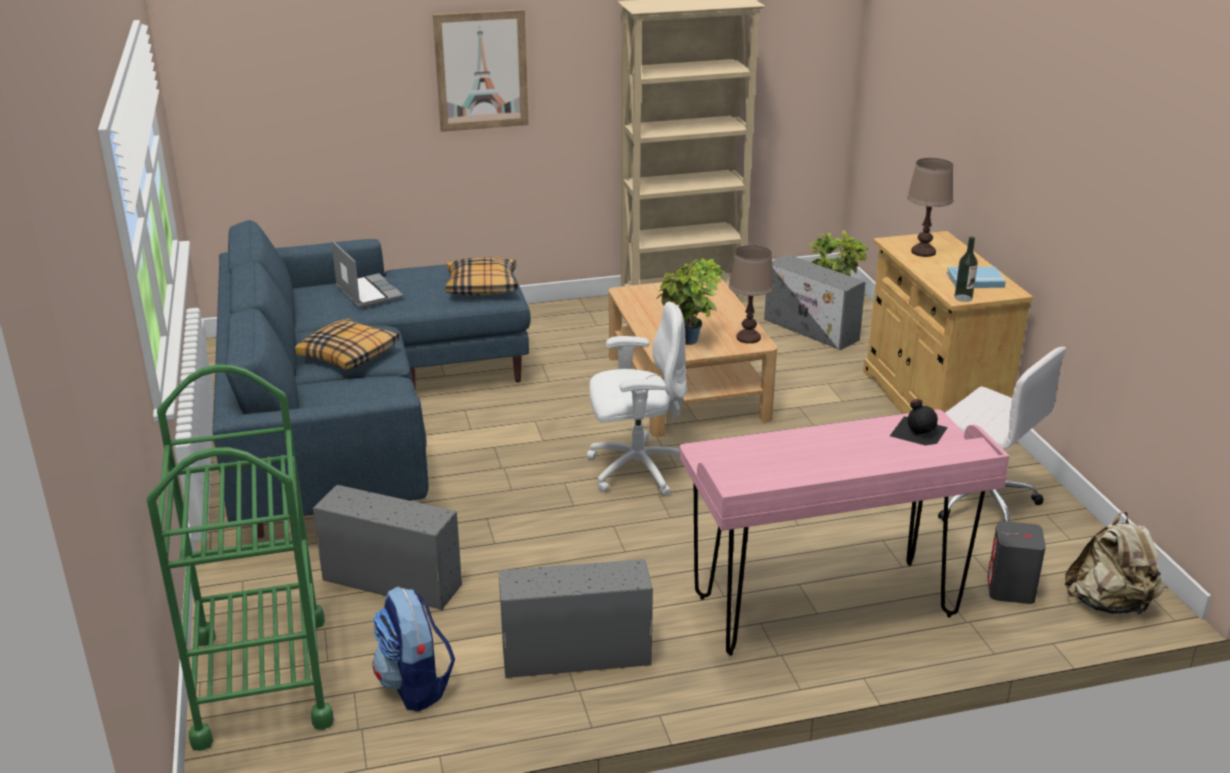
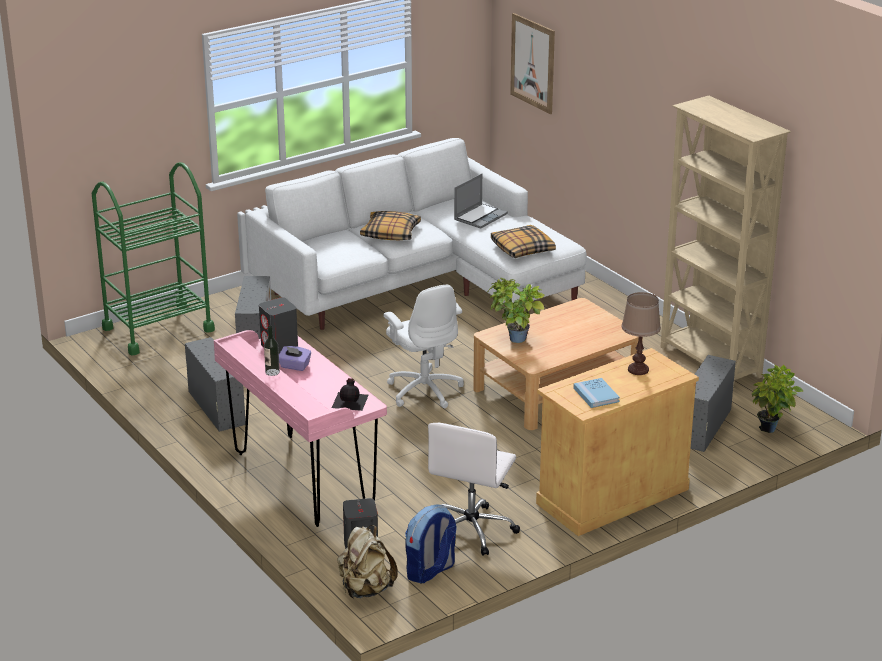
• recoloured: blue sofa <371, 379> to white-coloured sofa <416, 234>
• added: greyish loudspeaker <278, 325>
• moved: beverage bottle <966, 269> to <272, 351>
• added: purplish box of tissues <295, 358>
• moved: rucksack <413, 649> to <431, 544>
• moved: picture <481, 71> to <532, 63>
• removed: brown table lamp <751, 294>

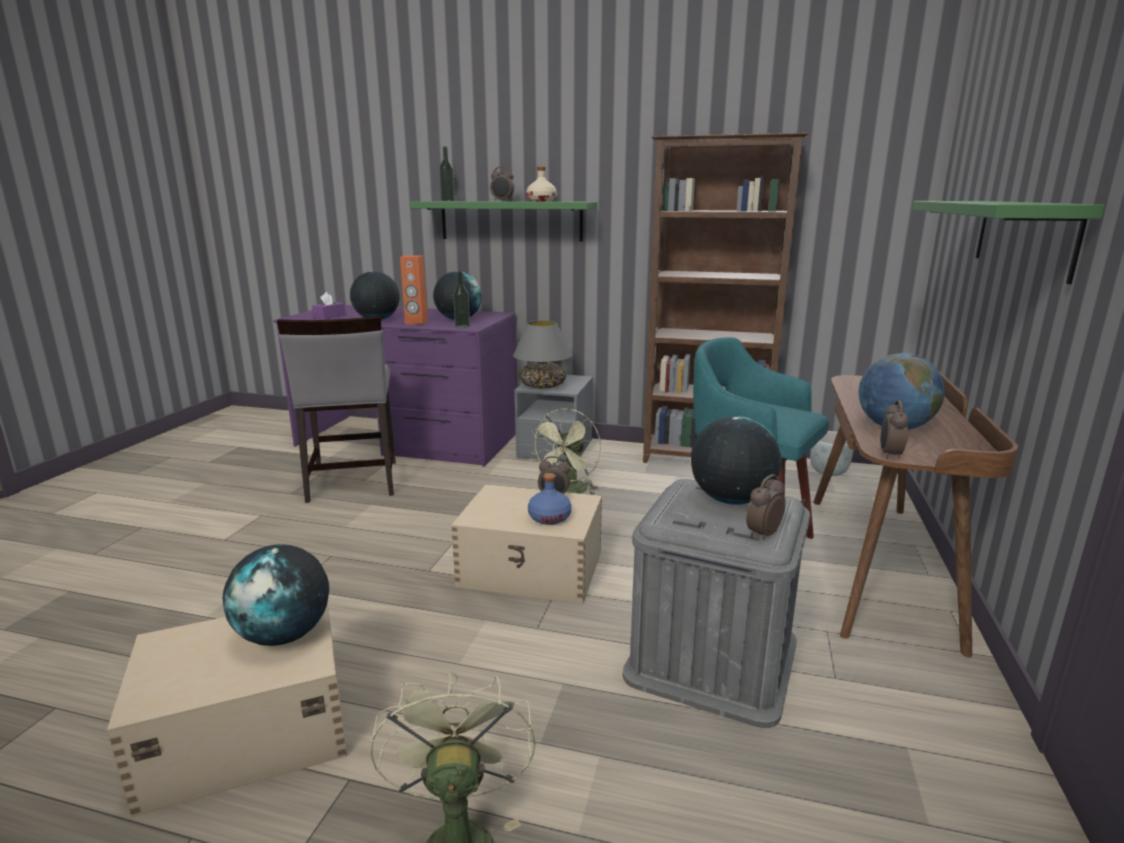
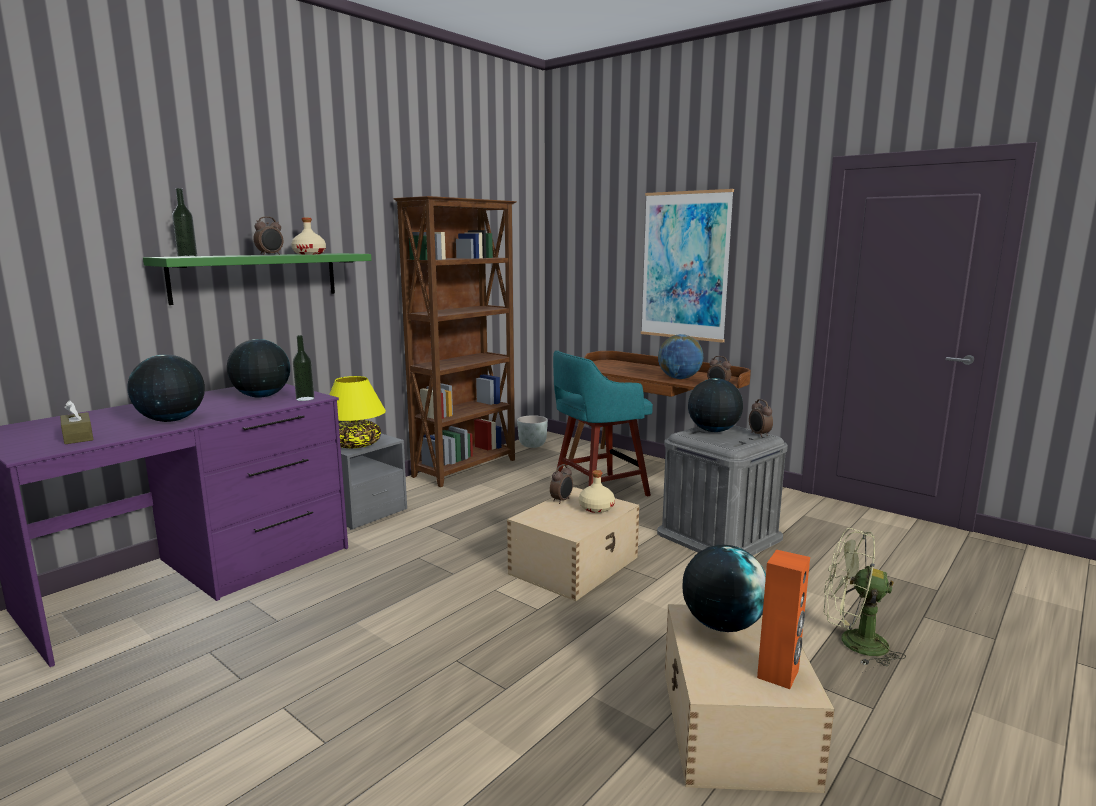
• recoloured: purplish box of tissues <329, 305> to brown box of tissues <77, 422>
• recoloured: greyish table lamp <542, 354> to yellowish table lamp <357, 412>
• recoloured: blue beverage bottle <550, 499> to sand-coloured beverage bottle <597, 491>
• replaced: greenish shelf <1008, 242> to picture <687, 266>
• moved: orange loudspeaker <414, 290> to <783, 619>
• removed: greyish upright chair <336, 409>
• removed: greenish electric fan <565, 451>

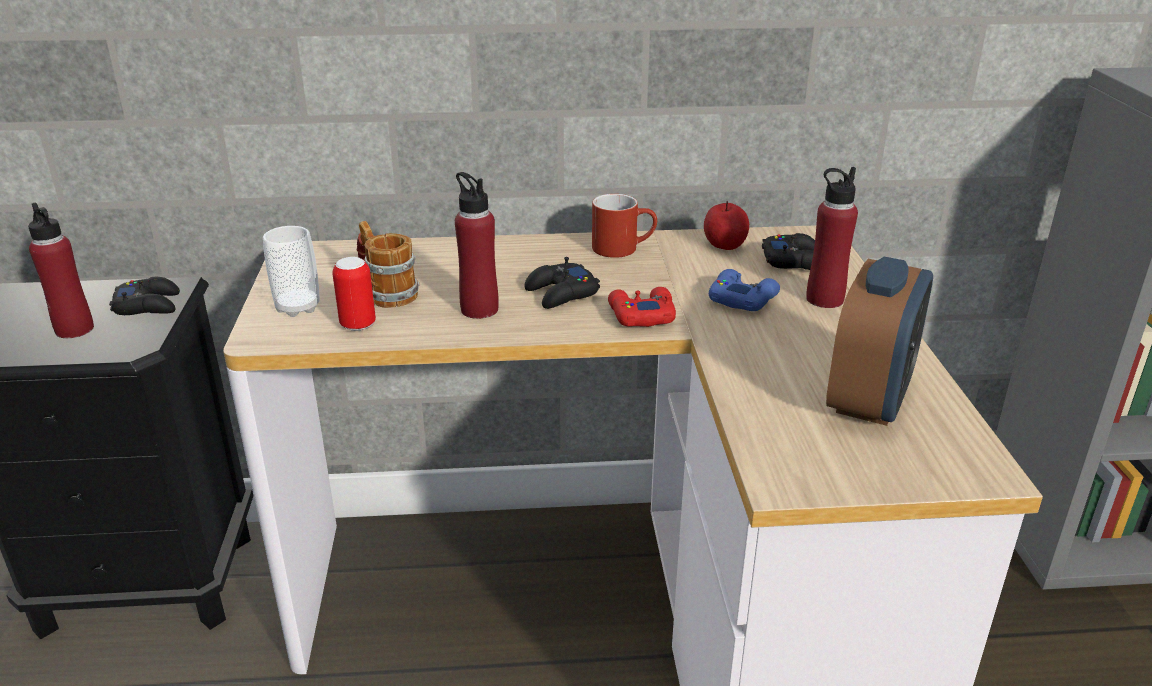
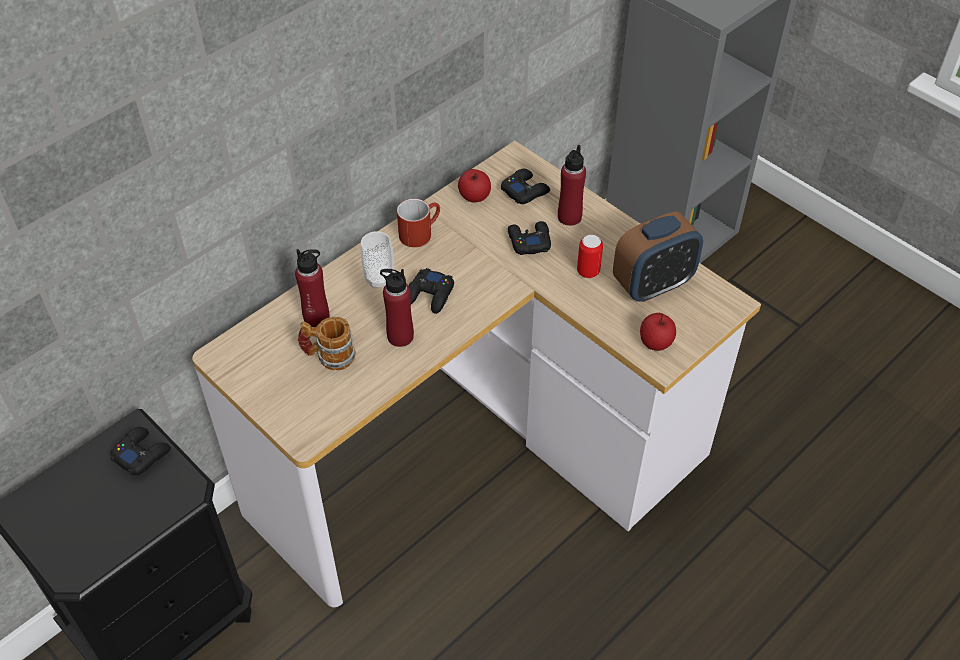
• moved: reddish beverage bottle <61, 270> to <312, 288>
• moved: drinking cup <291, 271> to <377, 260>
• recoloured: blue gamepad <744, 290> to black gamepad <529, 238>
• moved: can <354, 294> to <590, 256>
• turned: table clock <879, 341> = <658, 256> 75 degrees clockwise
• added: whole apple <658, 332>
• removed: reddish gamepad <642, 307>

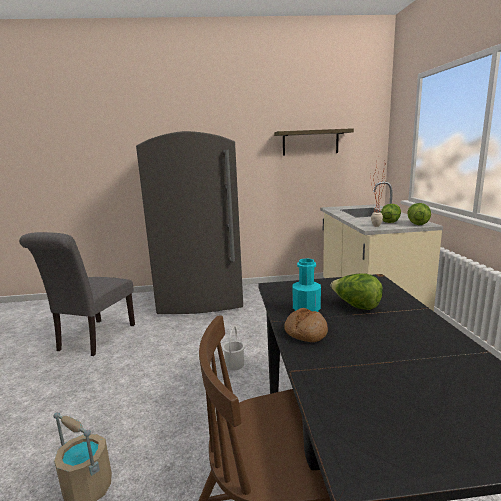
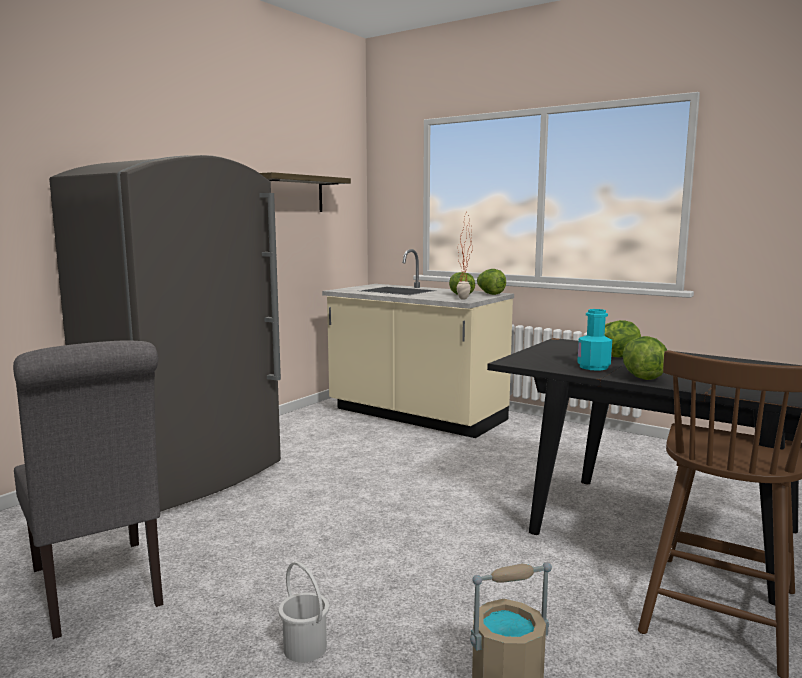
• moved: white-coloured bucket <233, 348> to <303, 612>
• replaced: baked bread <306, 325> to head of lettuce <645, 358>

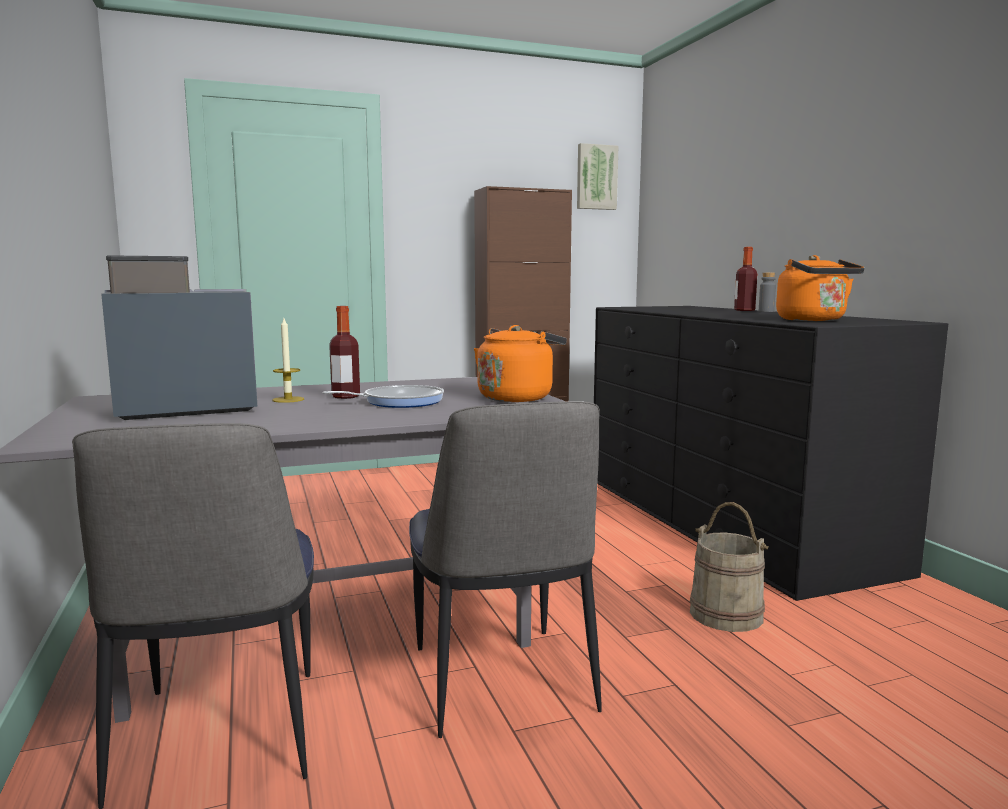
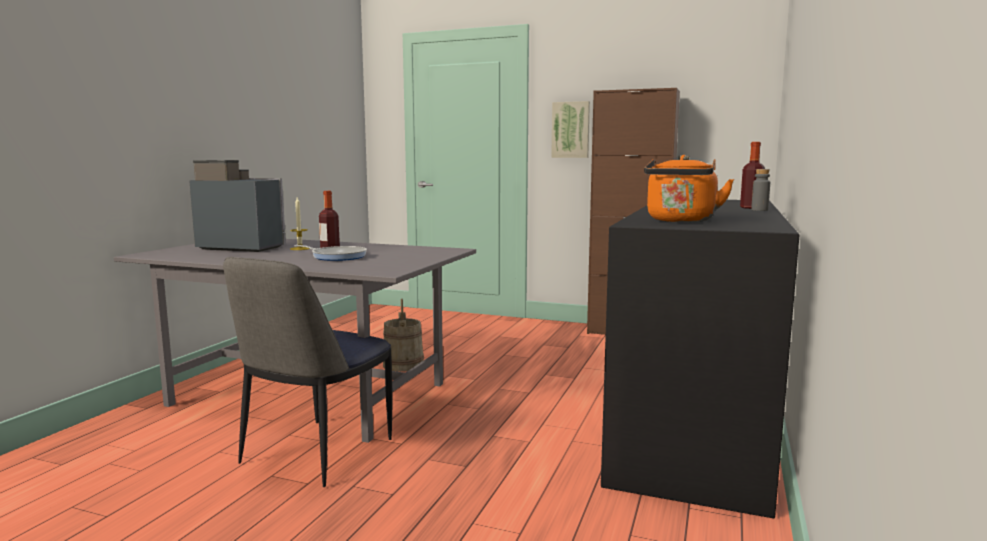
• moved: sand-coloured bucket <729, 567> to <403, 335>
• moved: picture <597, 176> to <570, 129>
• removed: upright chair <193, 616>
• removed: orange kettle <520, 363>

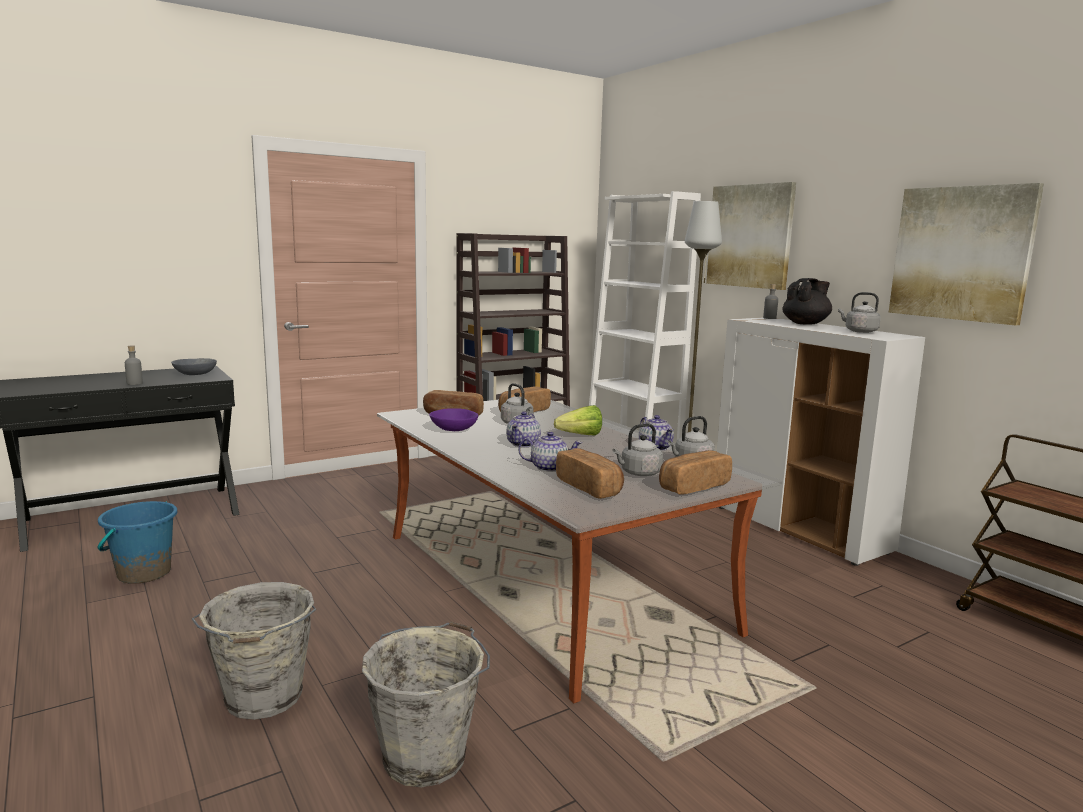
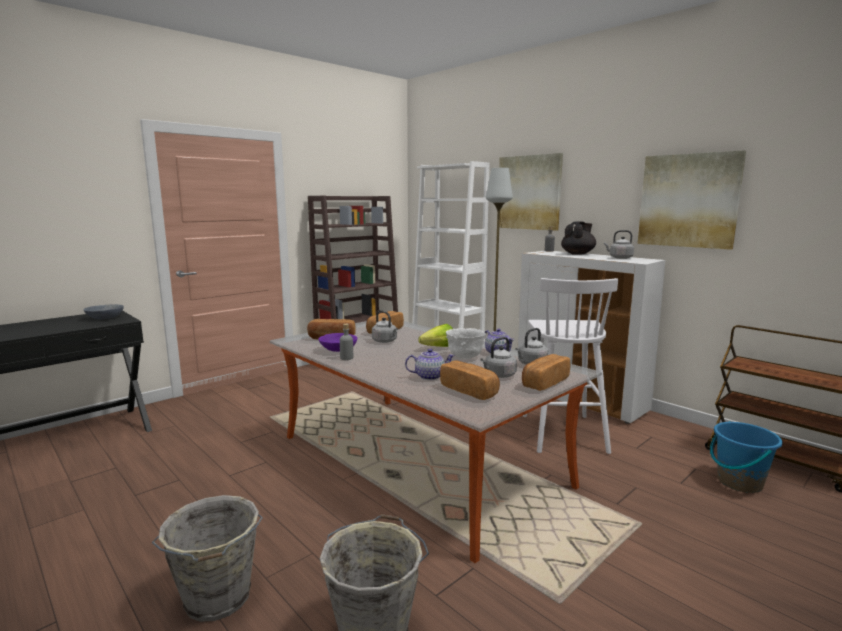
• moved: greyish beverage bottle <134, 365> to <346, 342>
• added: white-coloured bowl <466, 343>
• added: white-coloured stool seat <570, 366>
• moved: blue bucket <137, 542> to <746, 457>
• removed: tea pot <523, 429>

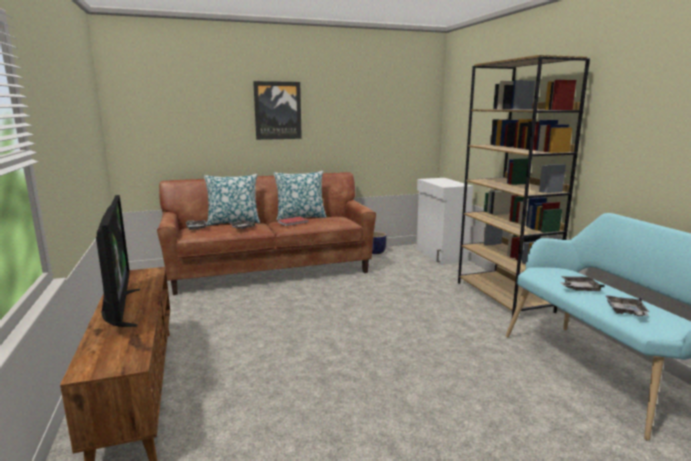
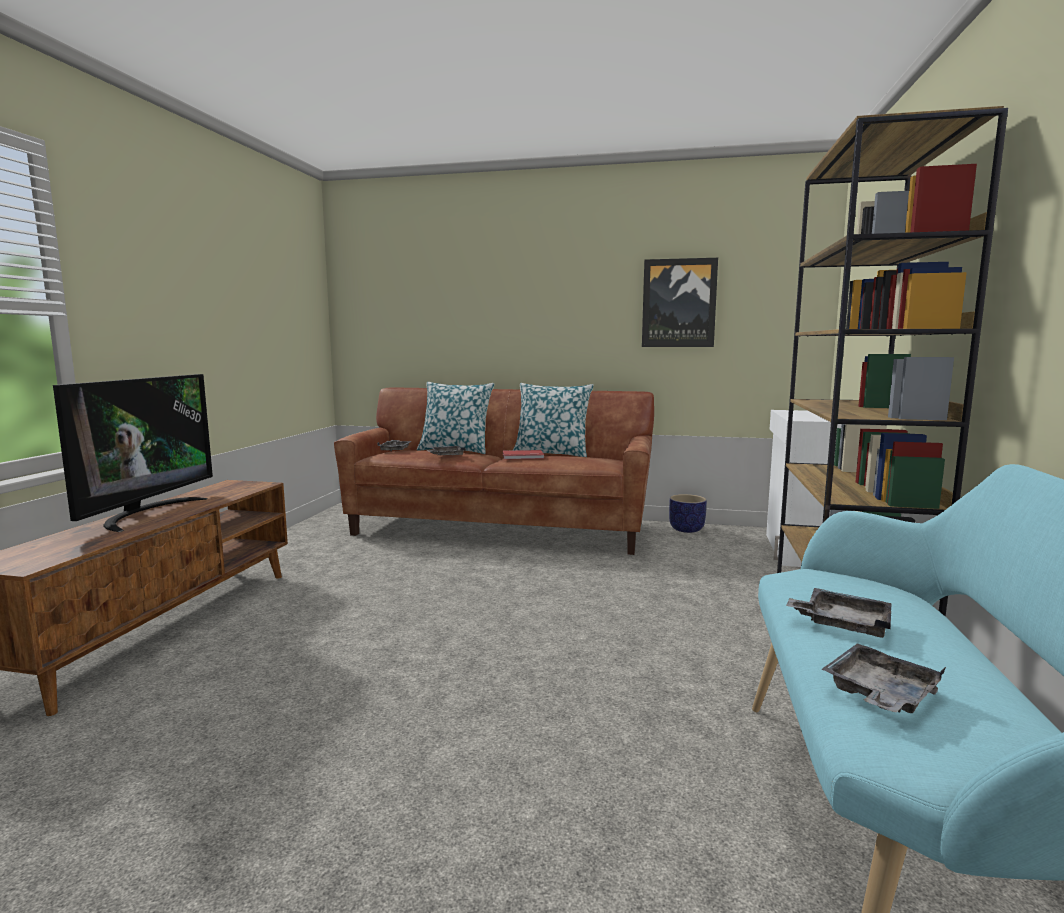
• moved: picture <277, 110> to <680, 302>

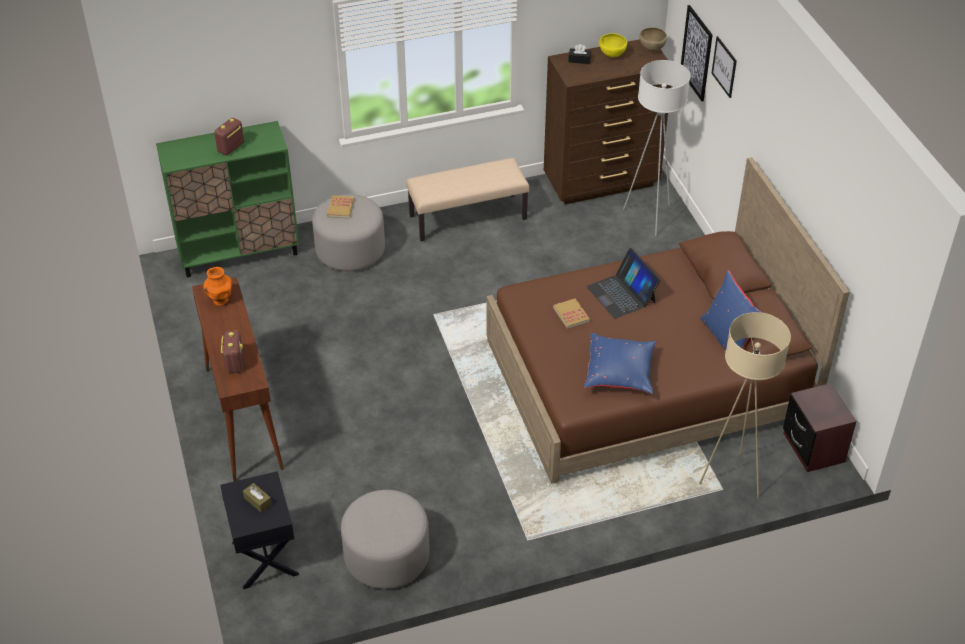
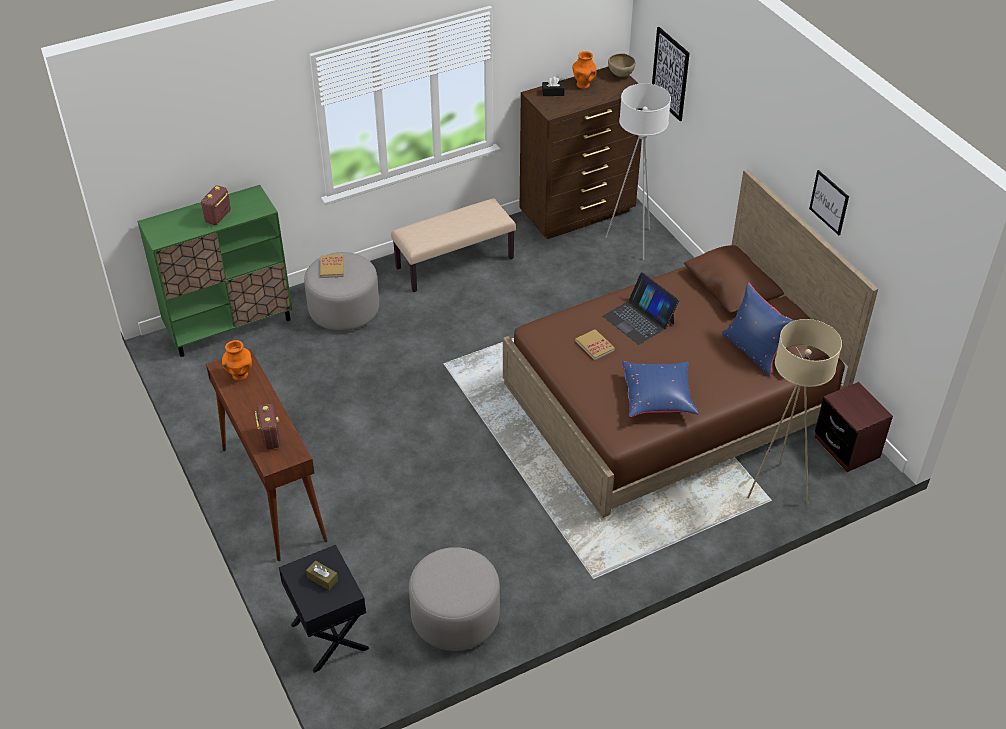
• replaced: yellowish bowl <613, 45> to orange decorative vase <584, 70>
• moved: picture <724, 67> to <829, 202>

